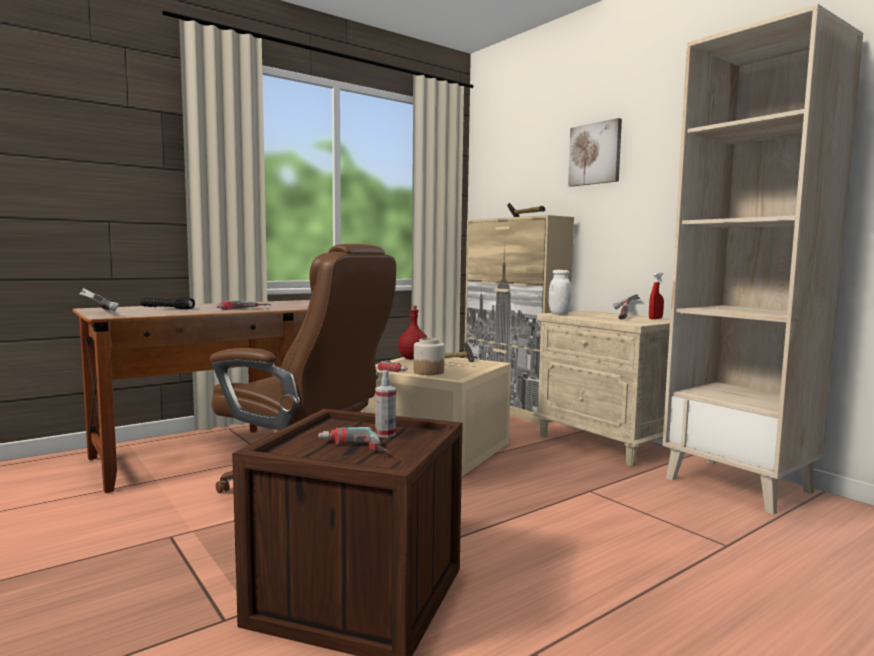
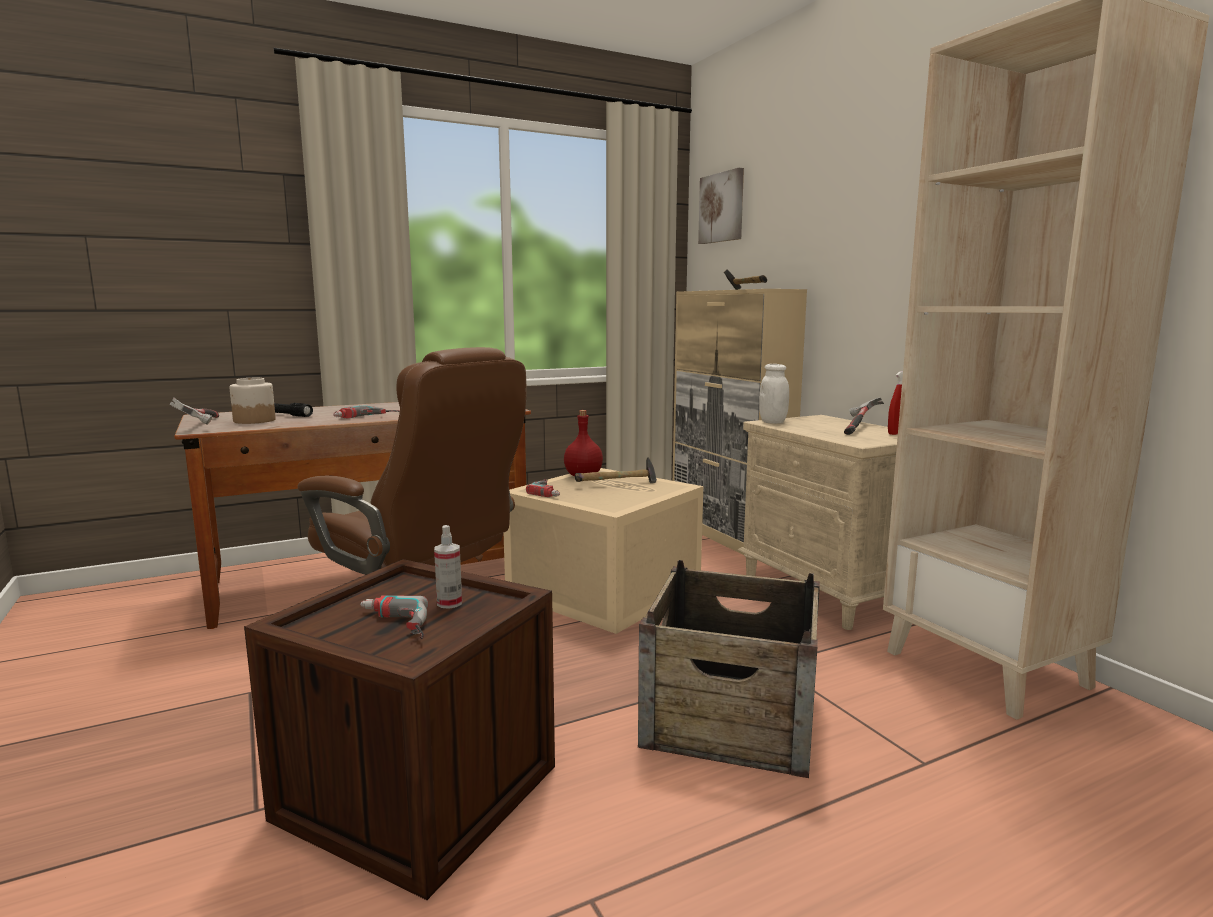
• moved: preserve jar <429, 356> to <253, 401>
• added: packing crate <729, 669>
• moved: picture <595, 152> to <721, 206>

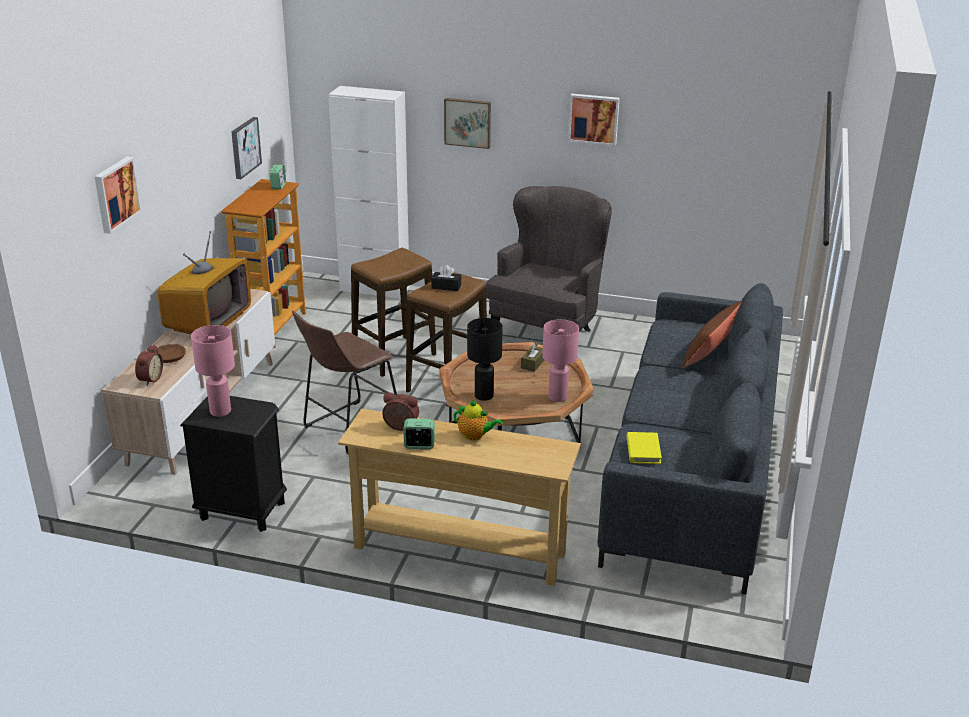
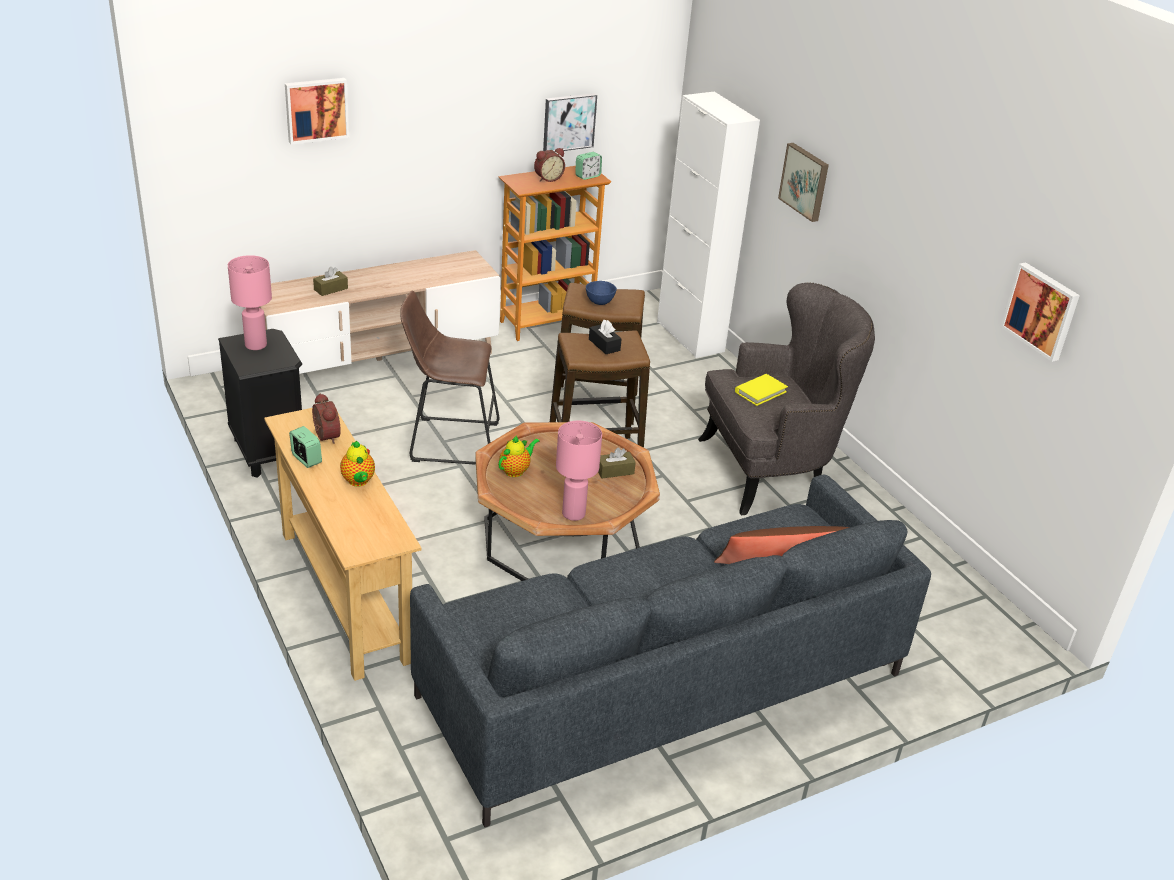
• replaced: brown bowl <172, 353> to brown box of tissues <330, 281>
• replaced: black table lamp <485, 359> to tea pot <519, 456>
• moved: table clock <149, 365> to <549, 165>
• added: blue bowl <601, 293>
• moved: yellowish volume <644, 448> to <761, 390>
• moved: picture <594, 120> to <1040, 312>
• removed: TV set <204, 282>

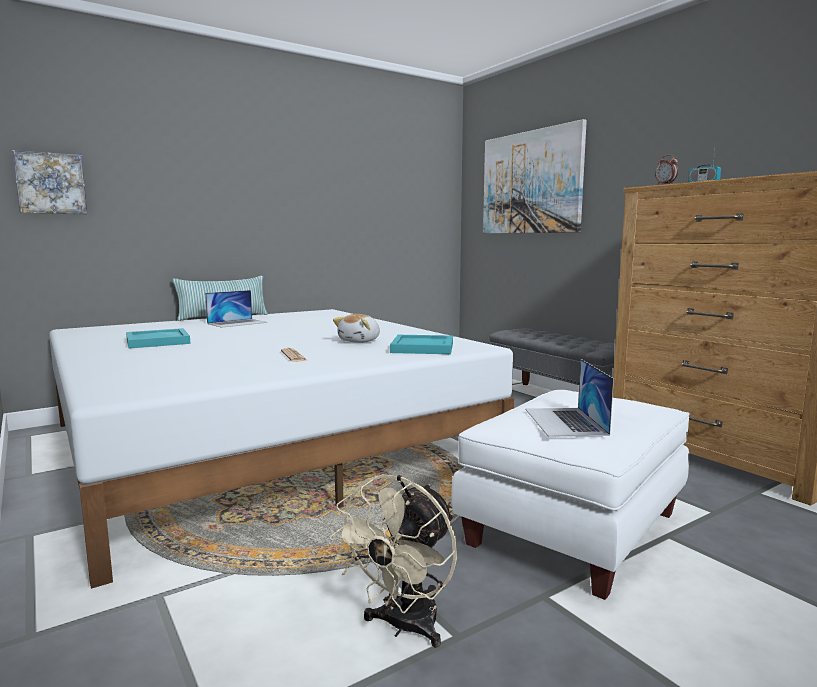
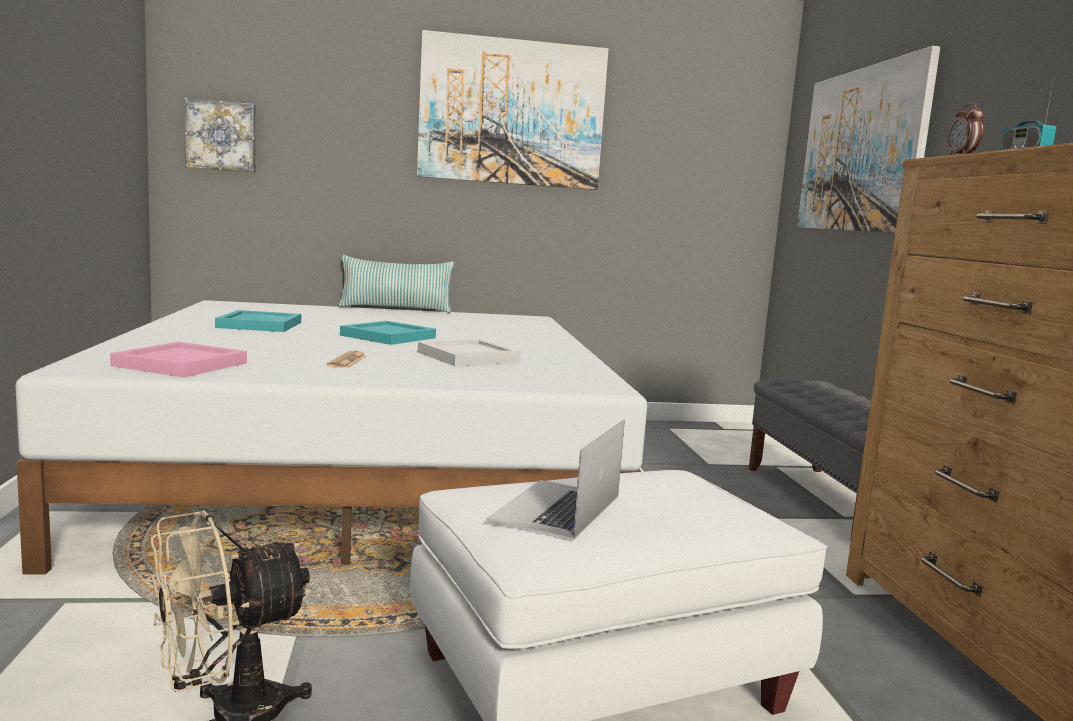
• added: pinkish tray <178, 359>
• moved: turquoise tray <421, 344> to <388, 333>
• added: picture <513, 110>
• replaced: soft toy <356, 328> to white-coloured tray <469, 352>
• removed: portable computer <236, 309>

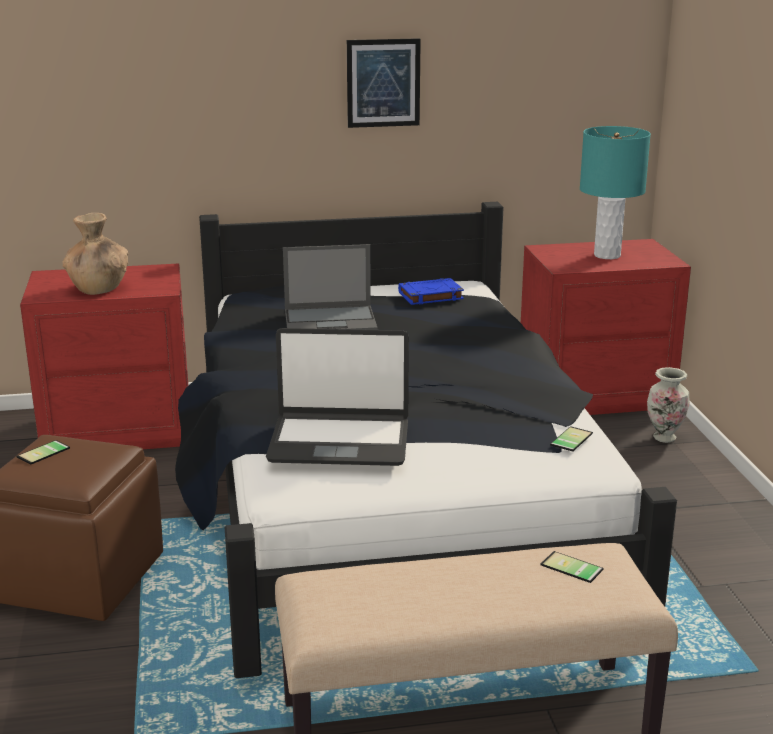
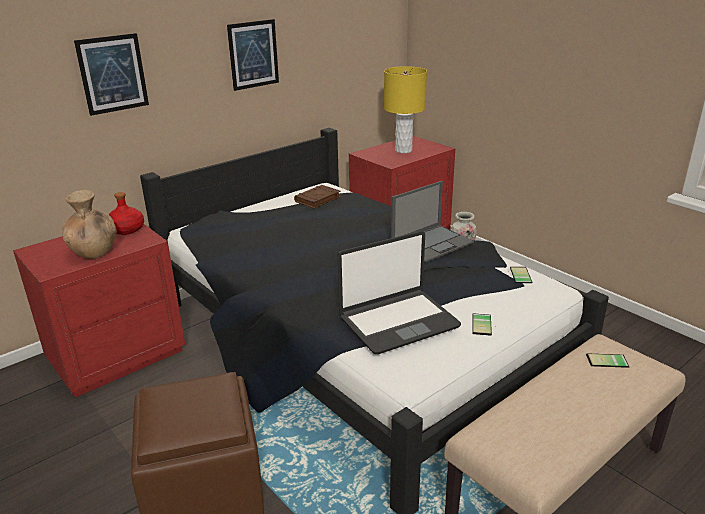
• added: picture <111, 74>
• added: reddish beverage bottle <126, 213>
• recoloured: blue volume <431, 291> to brown volume <317, 197>
• recoloured: turquoise table lamp <615, 192> to yellowish table lamp <405, 109>
• moved: portable computer <330, 287> to <432, 222>
• moved: telephone <43, 452> to <482, 324>

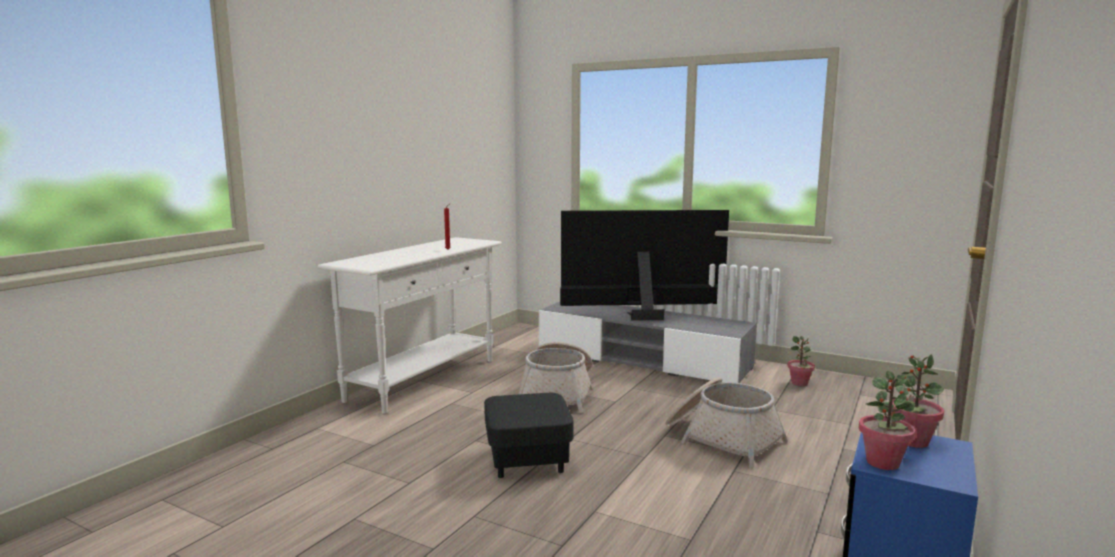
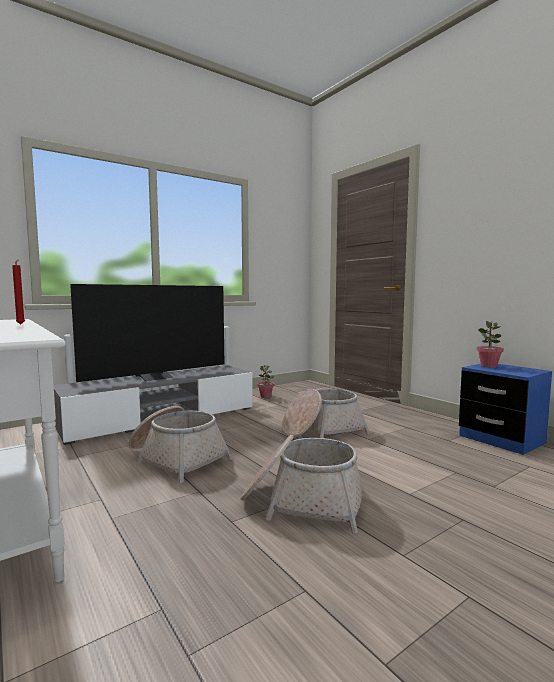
• turned: TV set <644, 265> = <147, 333> 150 degrees counterclockwise
• replaced: black ottoman <529, 435> to basket <302, 484>
• removed: potted plant <887, 420>

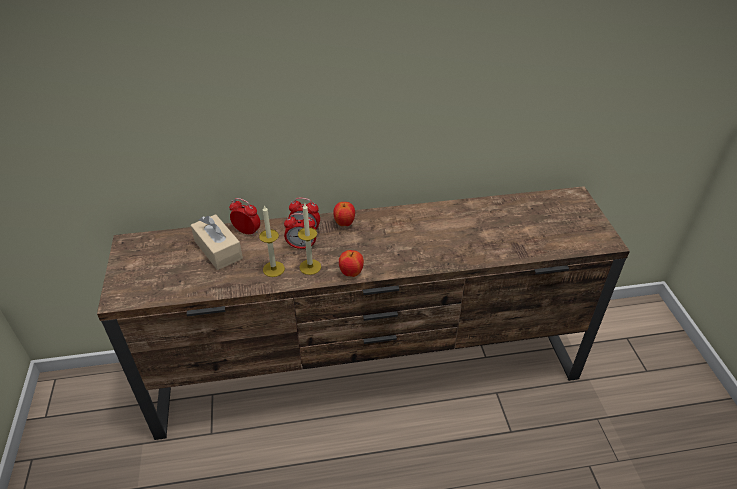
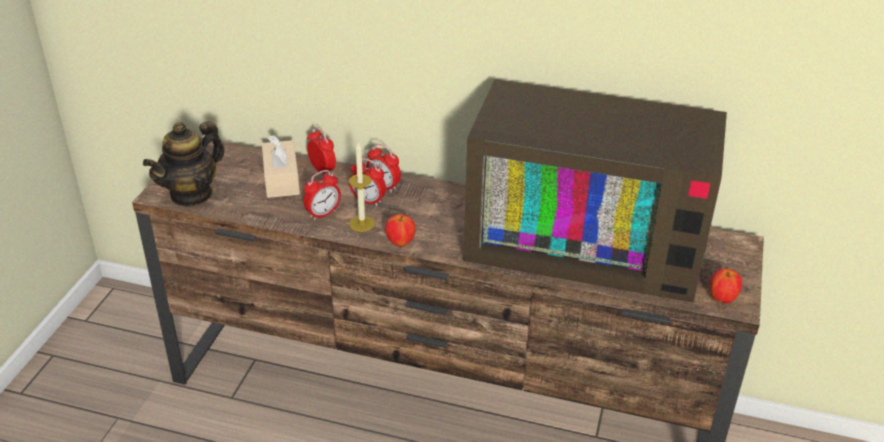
• added: tea pot <184, 164>
• replaced: wax light <272, 241> to table clock <322, 195>
• added: TV set <595, 191>
• moved: whole apple <344, 214> to <726, 286>

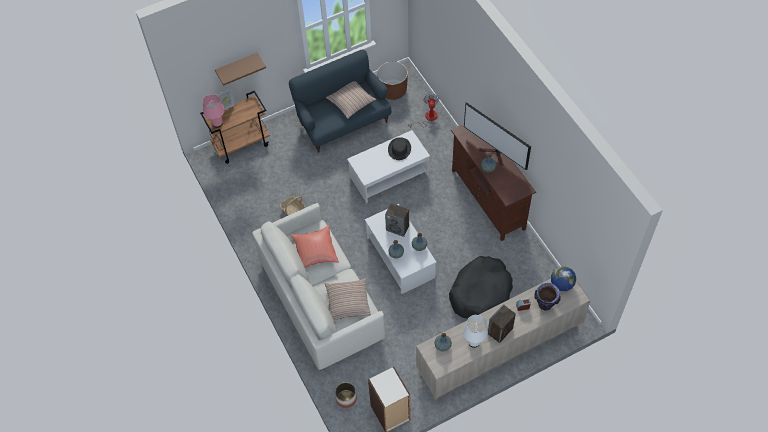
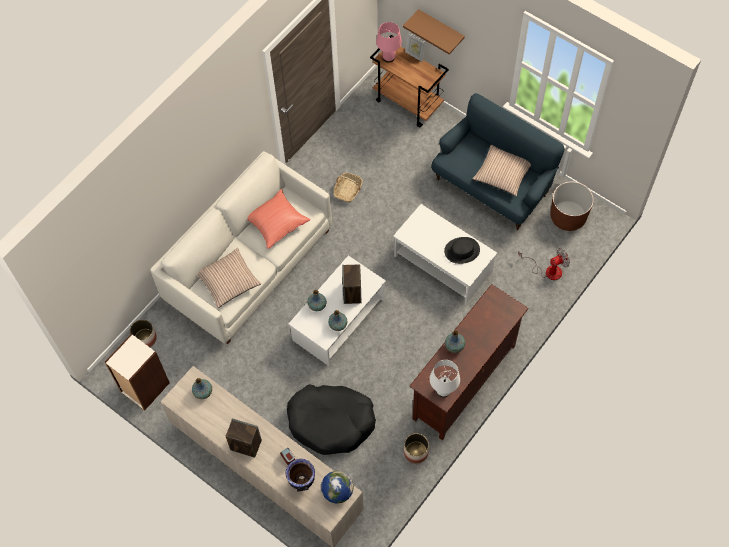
• added: planter <416, 448>
• moved: white-coloured table lamp <475, 331> to <445, 378>
• removed: TV set <497, 136>

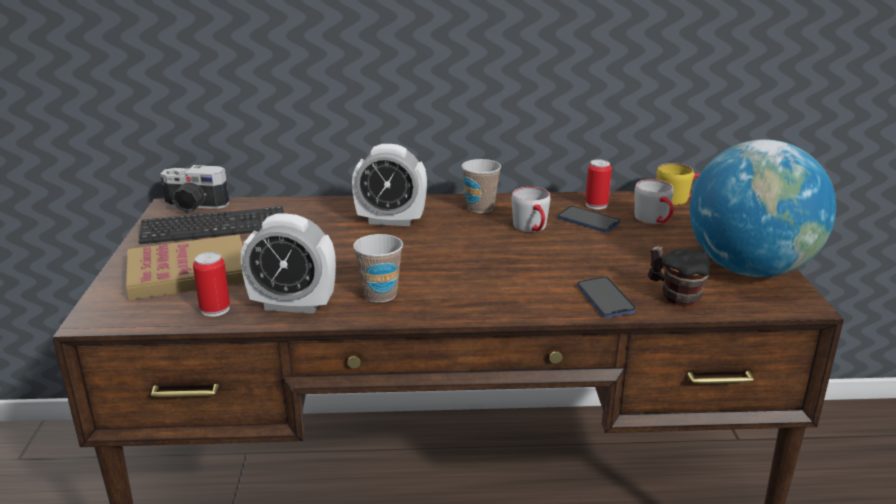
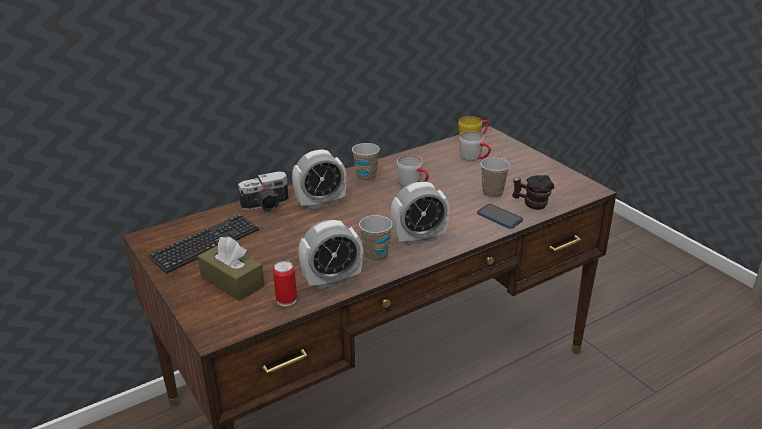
• replaced: volume <185, 267> to brown box of tissues <231, 268>
• moved: photo camera <195, 189> to <263, 191>
• added: table clock <420, 214>
• added: drinking cup <495, 178>
• removed: telephone <589, 219>
• removed: can <598, 184>
• removed: globe <763, 208>

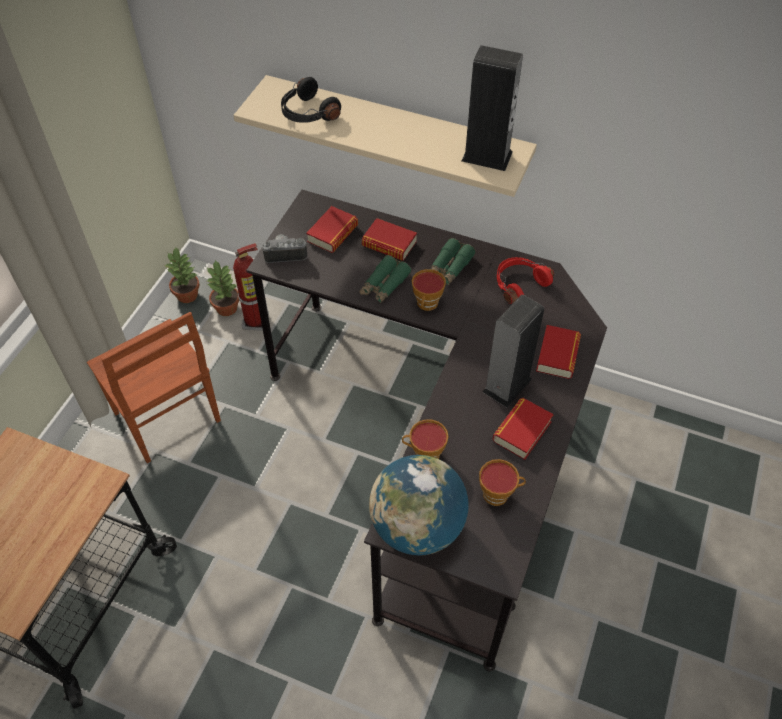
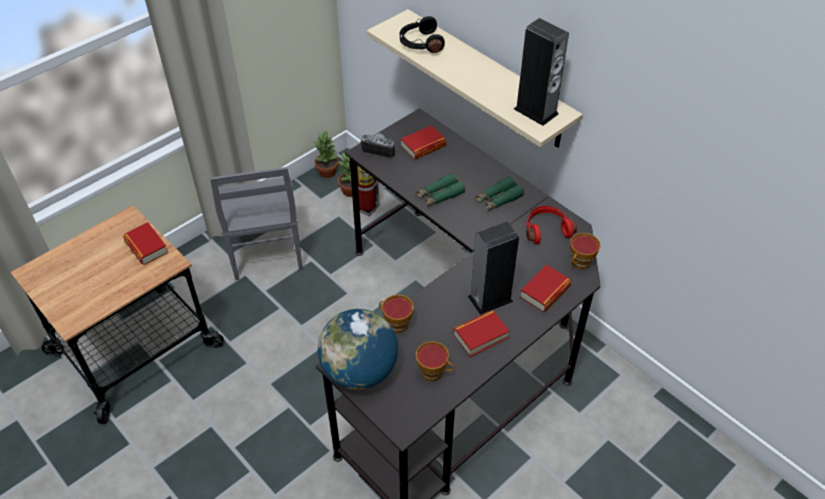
• moved: volume <389, 239> to <145, 243>
• recoloured: brown upright chair <154, 387> to greyish upright chair <256, 223>
• moved: drinking cup <429, 290> to <585, 251>

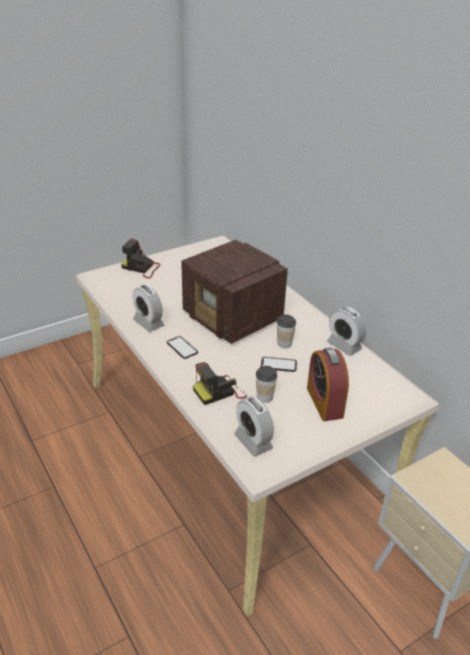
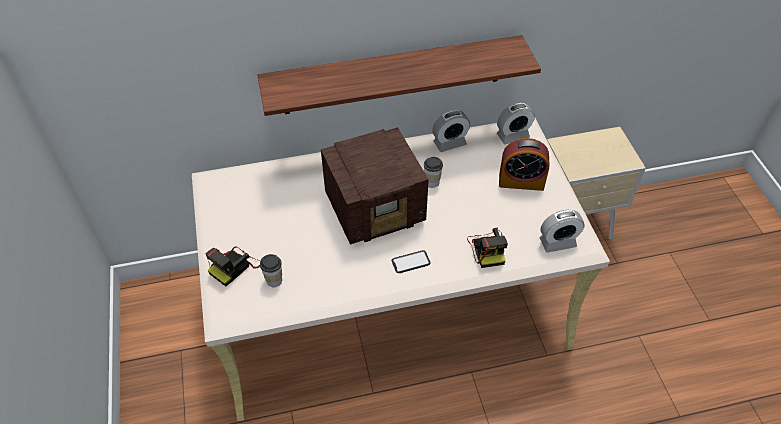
• added: shelf <399, 75>
• moved: drinking cup <267, 384> to <271, 270>
• moved: table clock <148, 308> to <516, 123>
• removed: telephone <279, 364>

